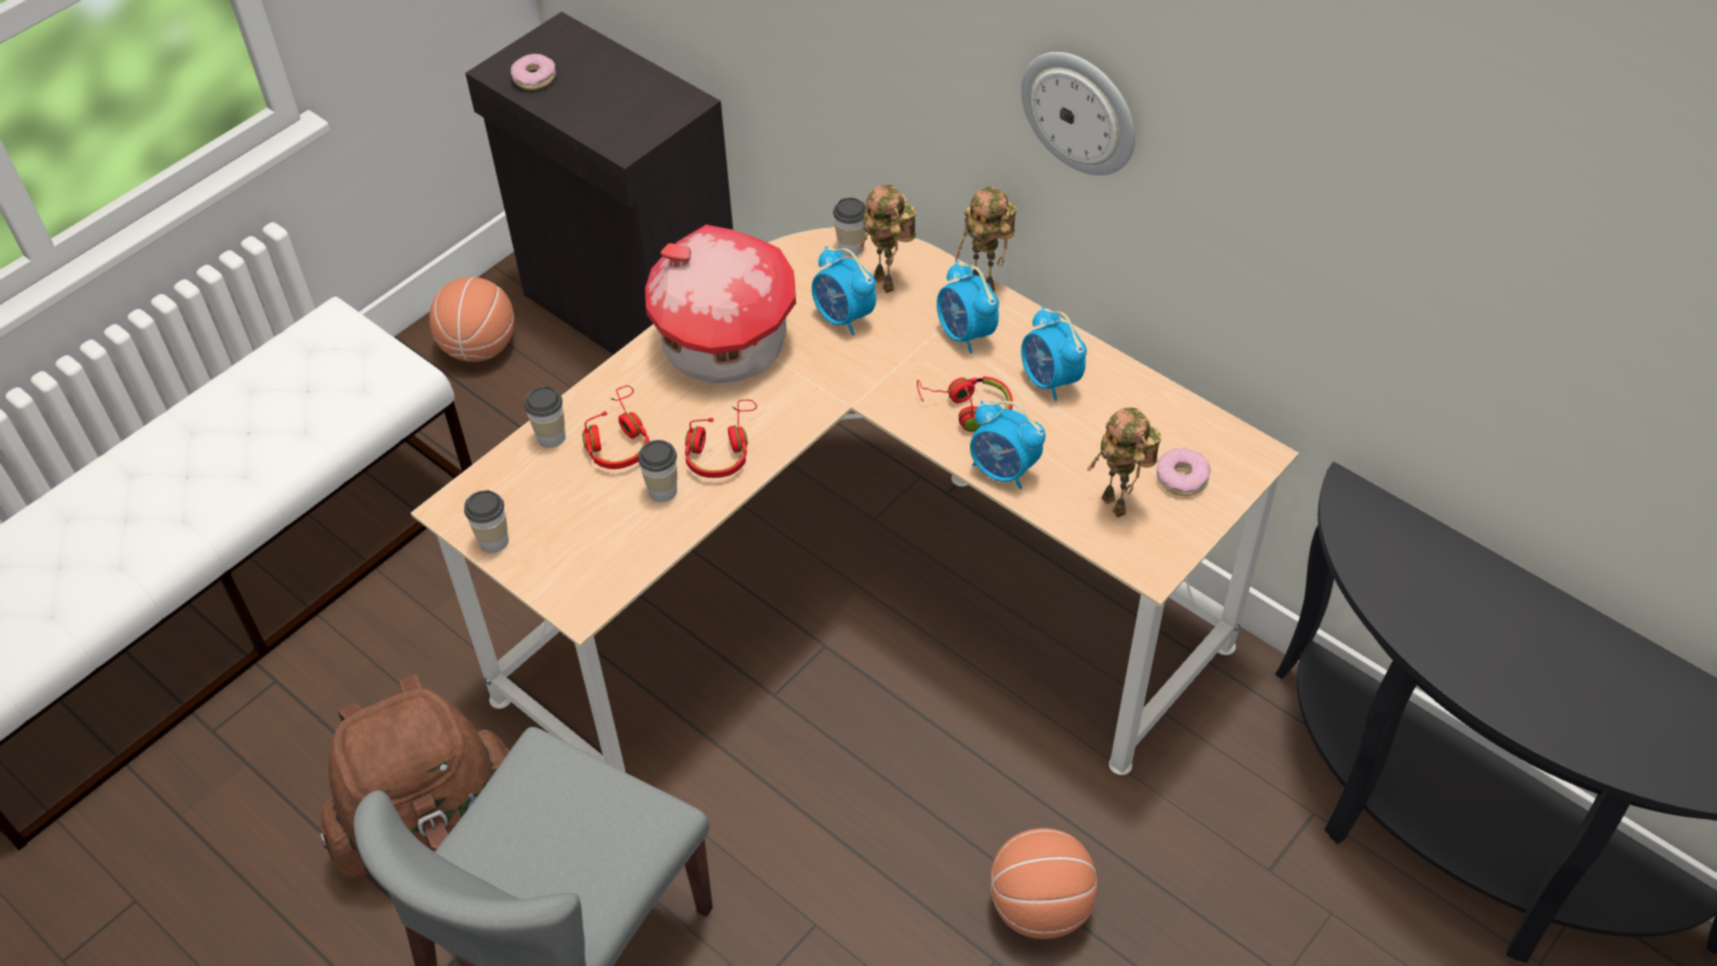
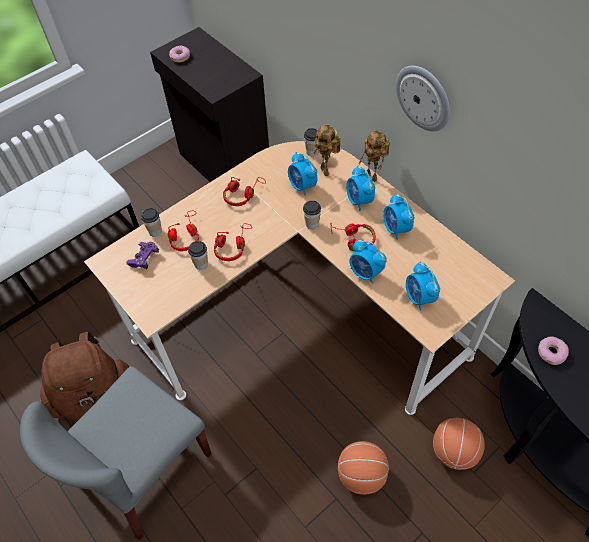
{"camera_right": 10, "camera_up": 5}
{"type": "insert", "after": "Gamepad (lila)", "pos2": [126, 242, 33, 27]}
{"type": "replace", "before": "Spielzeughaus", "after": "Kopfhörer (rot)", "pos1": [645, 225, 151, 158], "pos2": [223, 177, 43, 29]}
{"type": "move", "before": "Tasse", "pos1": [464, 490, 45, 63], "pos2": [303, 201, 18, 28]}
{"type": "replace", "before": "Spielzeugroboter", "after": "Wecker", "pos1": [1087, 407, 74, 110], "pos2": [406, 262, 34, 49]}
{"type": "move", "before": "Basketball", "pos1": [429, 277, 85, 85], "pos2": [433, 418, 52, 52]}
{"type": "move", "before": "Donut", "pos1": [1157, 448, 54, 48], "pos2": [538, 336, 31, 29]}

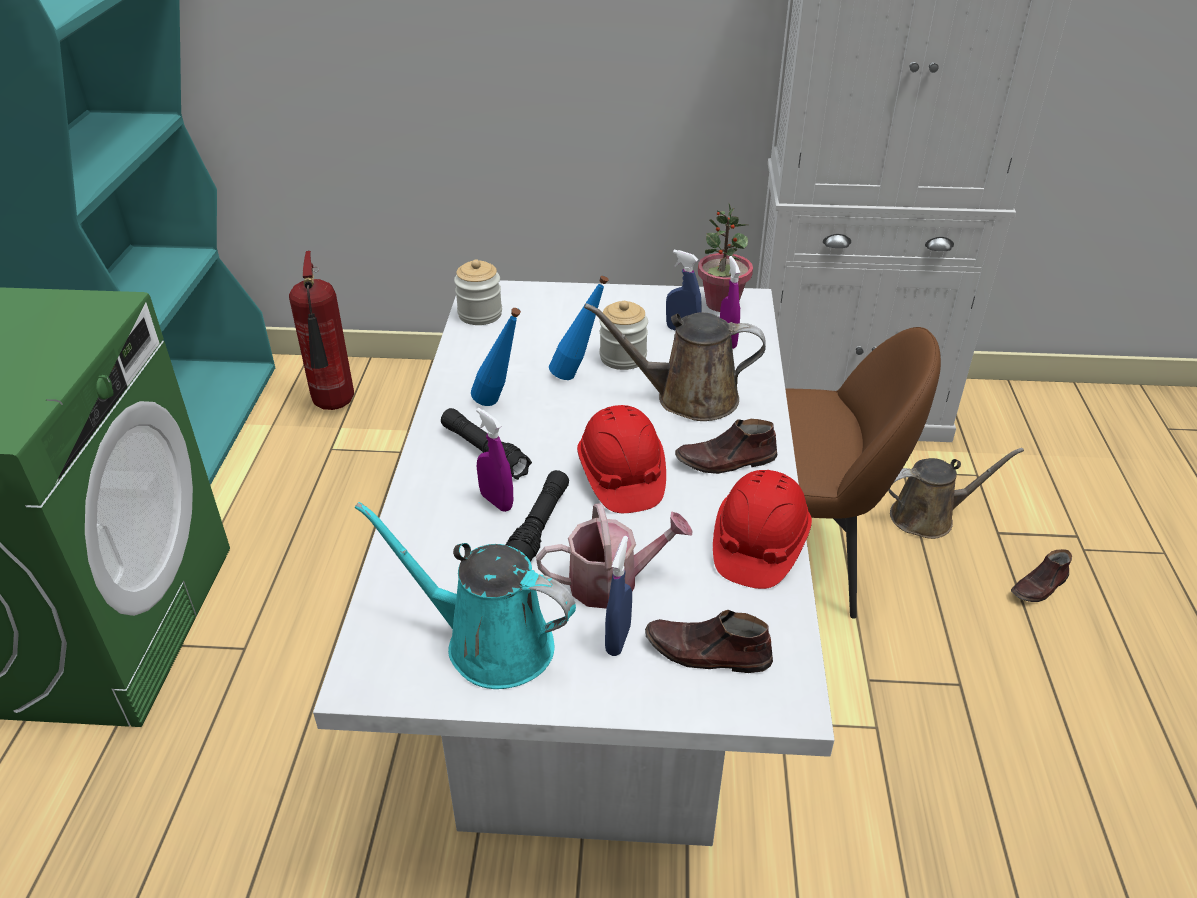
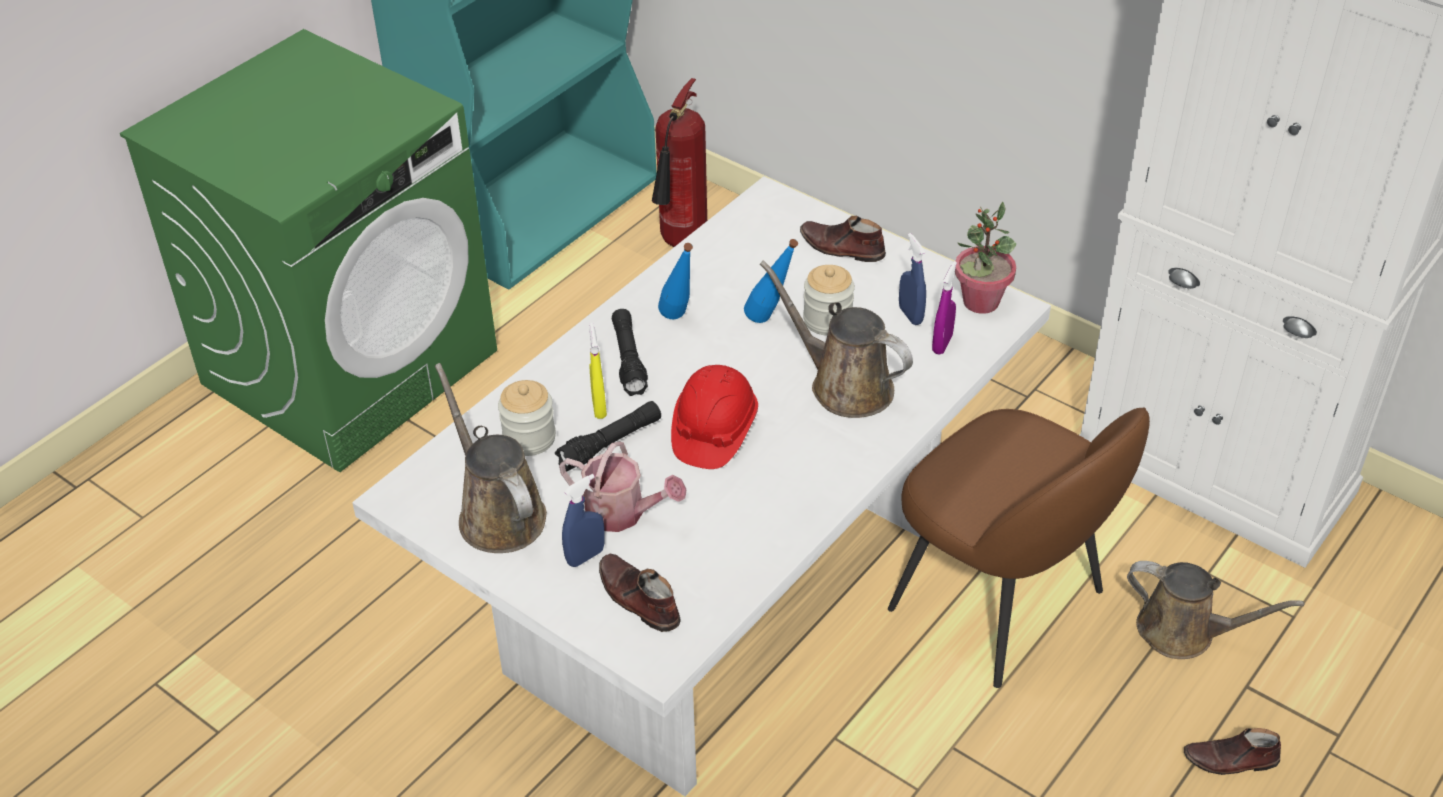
{"camera_right": 35, "camera_up": 5}
{"type": "recolor", "before": "Gießkanne (türkis)", "after": "Gießkanne (braun)", "pos1": [355, 502, 221, 187], "pos2": [435, 363, 112, 190]}
{"type": "move", "before": "Vorratsglas", "pos1": [454, 259, 48, 66], "pos2": [498, 380, 58, 76]}
{"type": "recolor", "before": "Sprühflasche (lila)", "after": "Sprühflasche (gelb)", "pos1": [476, 408, 37, 104], "pos2": [589, 323, 18, 96]}
{"type": "move", "before": "Schuh (braun)", "pos1": [675, 419, 102, 55], "pos2": [800, 216, 86, 46]}
{"type": "delete", "before": "Schutzhelm (rot)", "pos1": [713, 470, 99, 119]}

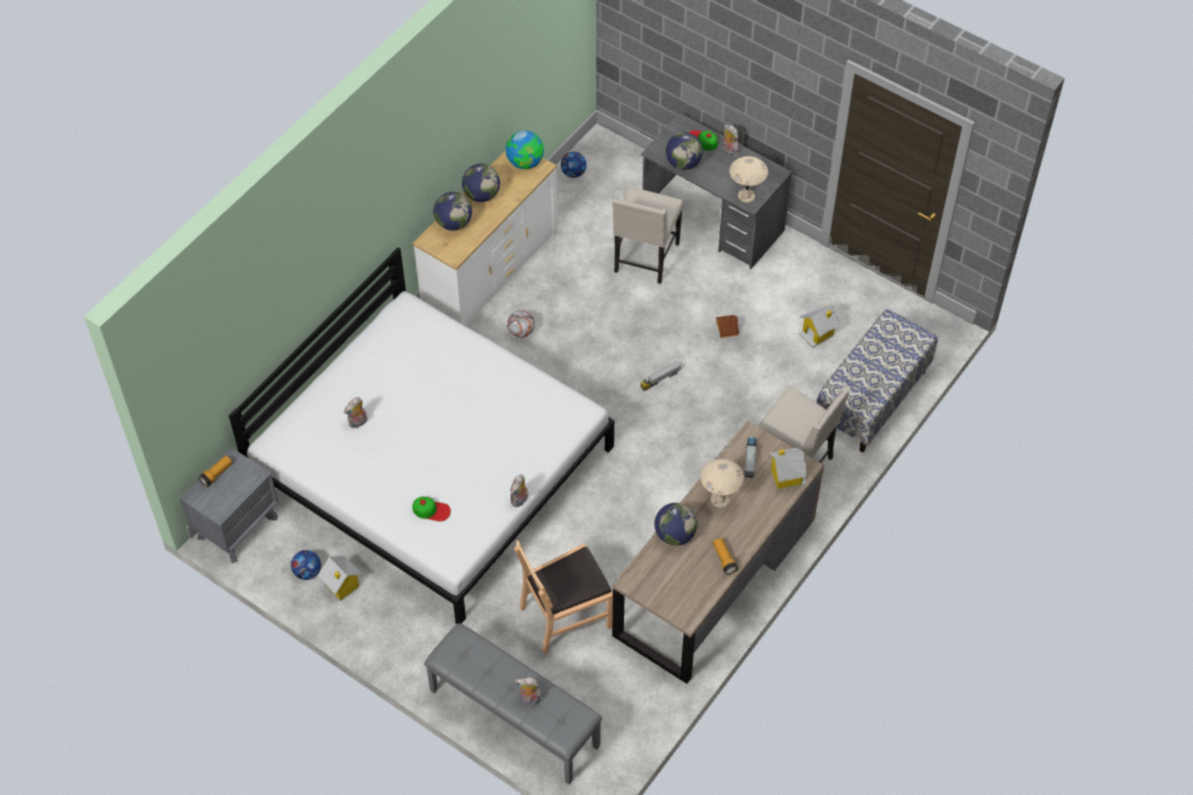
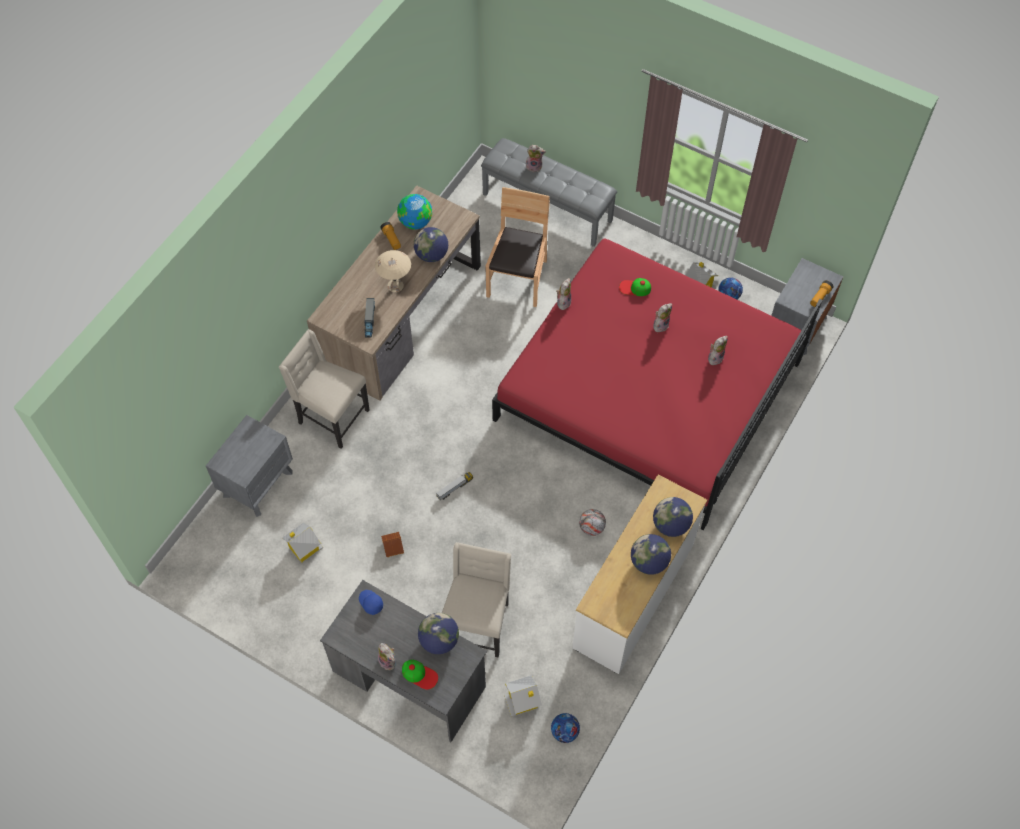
{"camera_right": 175, "camera_up": 5}
{"type": "replace", "before": "Bank", "after": "Nachttisch (grau)", "pos1": [817, 309, 121, 143], "pos2": [206, 415, 87, 102]}
{"type": "replace", "before": "Tischlampe (beige)", "after": "Kappe (blau)", "pos1": [729, 156, 39, 47], "pos2": [359, 590, 24, 25]}
{"type": "move", "before": "Globus", "pos1": [506, 131, 38, 38], "pos2": [397, 194, 35, 35]}
{"type": "rotate", "before": "Stuhl (braun)", "pos1": [514, 540, 99, 114], "pos2": [485, 187, 65, 120], "turn": -45}
{"type": "recolor", "before": "Bett (weiß)", "after": "Bett (rot)", "pos1": [229, 247, 385, 377], "pos2": [492, 238, 331, 292]}
{"type": "move", "before": "Spielzeughaus", "pos1": [769, 448, 38, 42], "pos2": [504, 675, 38, 42]}
{"type": "insert", "after": "Plüschtier", "pos2": [653, 303, 19, 29]}

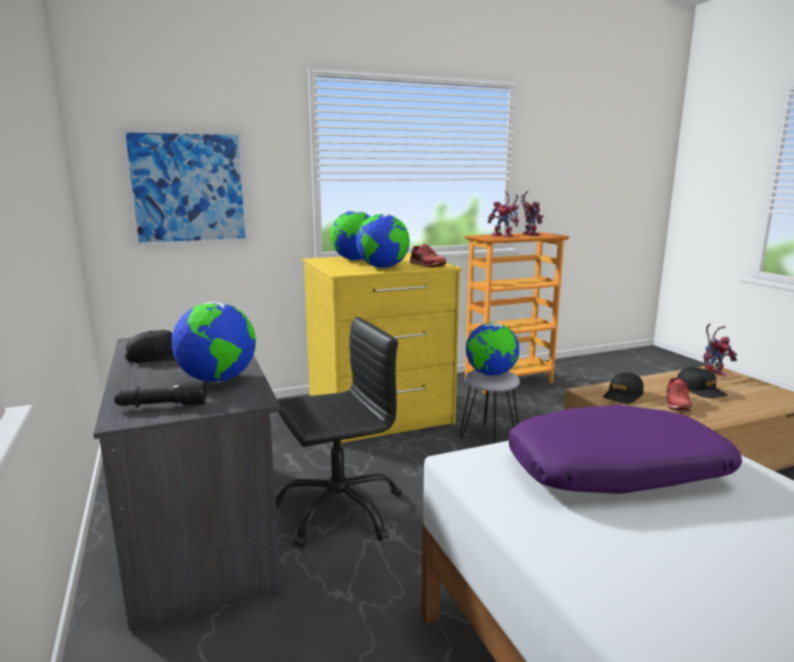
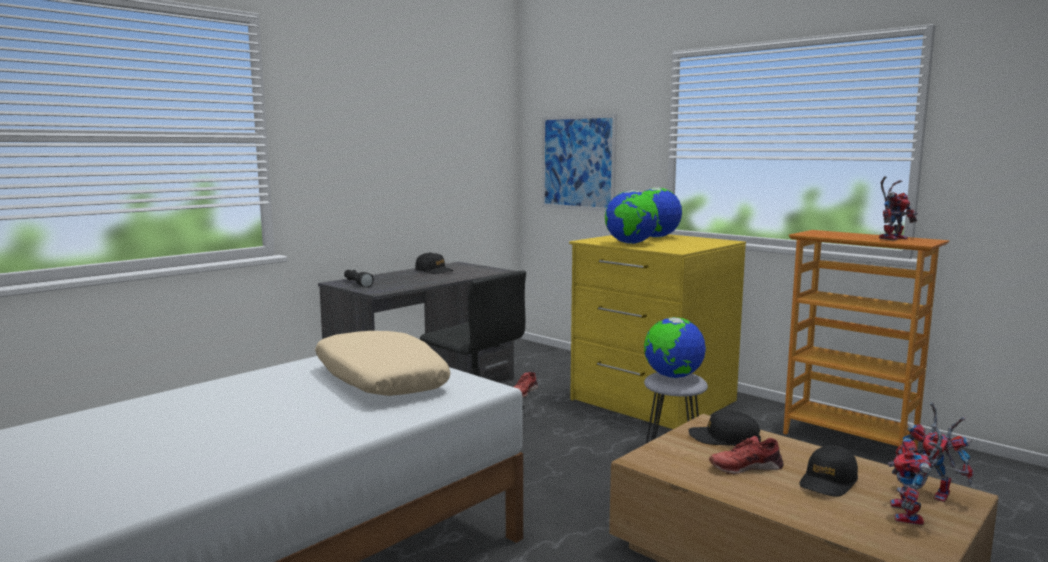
{"camera_right": 65, "camera_up": -5}
{"type": "recolor", "before": "Kissen (lila)", "after": "Kissen (beige)", "pos1": [508, 405, 234, 89], "pos2": [315, 331, 135, 65]}
{"type": "move", "before": "Schuh (rot)", "pos1": [410, 244, 36, 24], "pos2": [514, 372, 24, 26]}
{"type": "move", "before": "Spielzeugroboter", "pos1": [488, 191, 31, 47], "pos2": [888, 425, 55, 100]}
{"type": "delete", "before": "Globus", "pos1": [172, 302, 84, 81]}

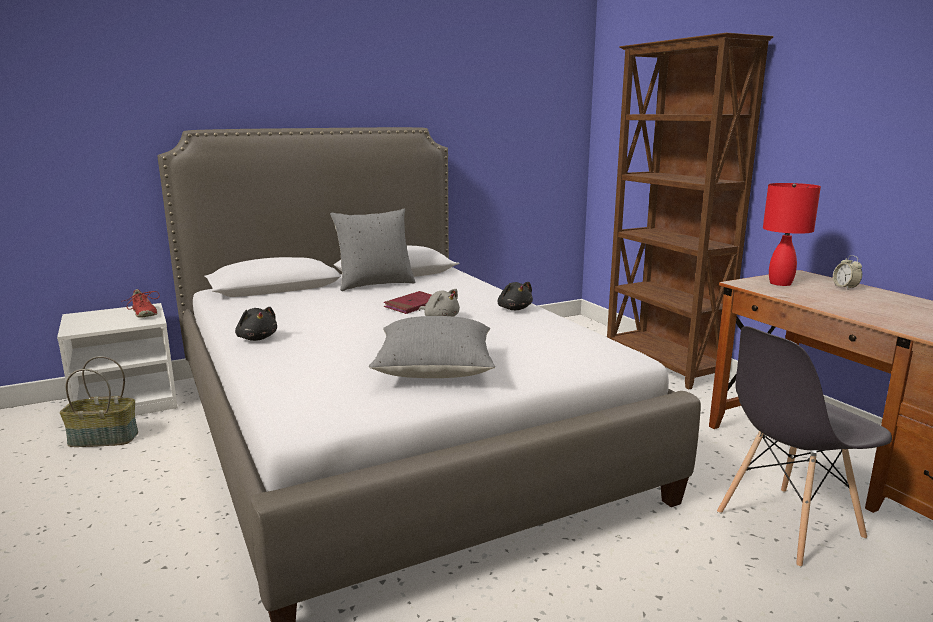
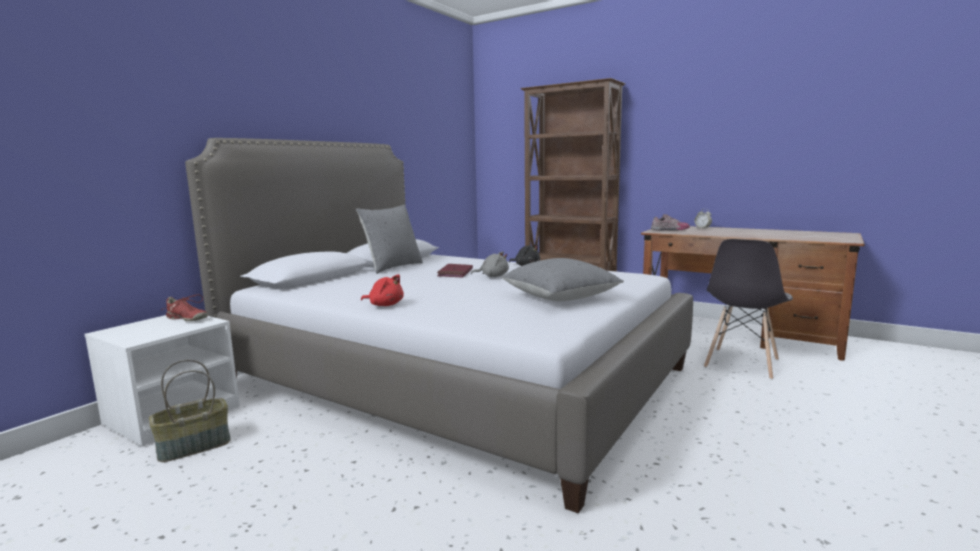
{"camera_right": -30, "camera_up": -5}
{"type": "recolor", "before": "Plüschtier (schwarz)", "after": "Plüschtier (rot)", "pos1": [235, 307, 42, 34], "pos2": [361, 274, 43, 32]}
{"type": "replace", "before": "Tischlampe (rot)", "after": "Schuh", "pos1": [763, 183, 58, 103], "pos2": [651, 214, 39, 17]}

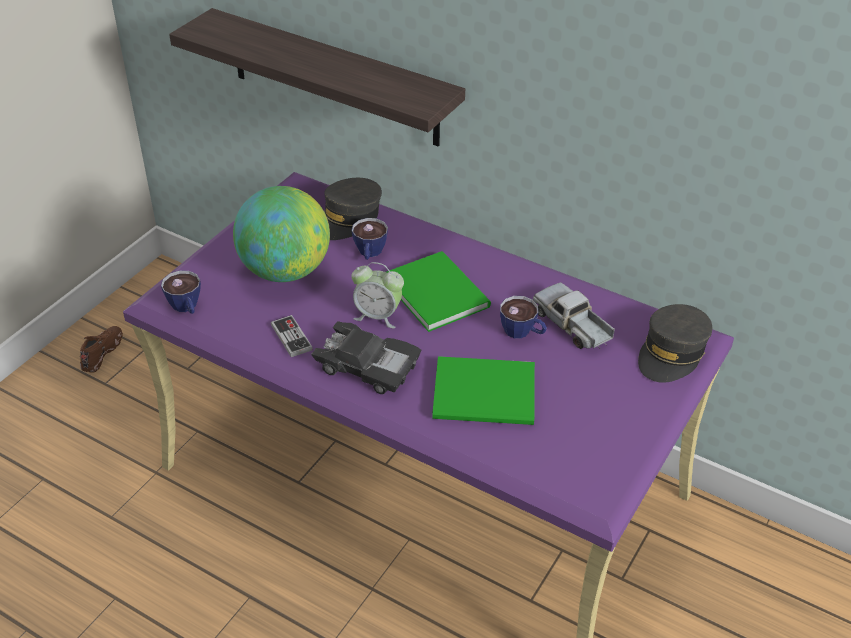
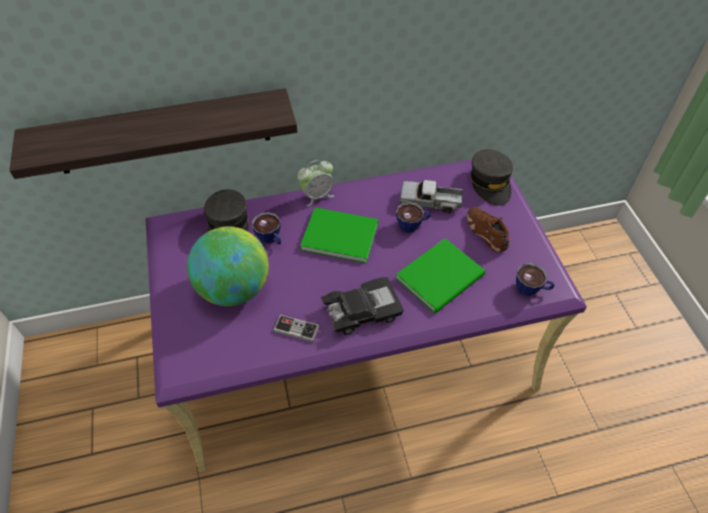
{"camera_right": -45, "camera_up": 10}
{"type": "move", "before": "Wecker", "pos1": [352, 262, 52, 66], "pos2": [297, 160, 37, 47]}
{"type": "move", "before": "Schuh (braun)", "pos1": [80, 326, 43, 47], "pos2": [467, 207, 42, 46]}
{"type": "move", "before": "Tasse", "pos1": [161, 271, 40, 43], "pos2": [516, 263, 39, 33]}

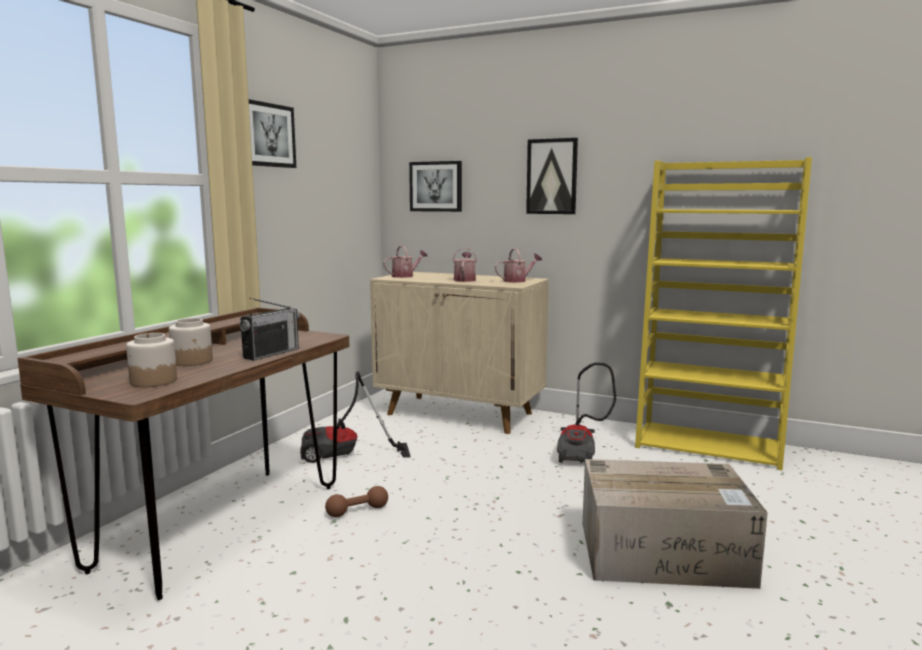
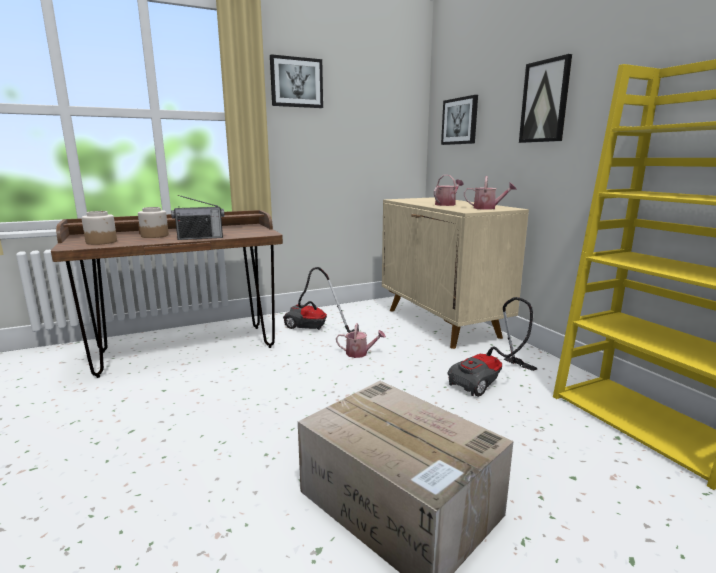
{"camera_right": 40, "camera_up": 5}
{"type": "move", "before": "Gießkanne", "pos1": [383, 245, 45, 33], "pos2": [336, 323, 50, 35]}
{"type": "delete", "before": "Hantel (braun)", "pos1": [325, 486, 63, 31]}

